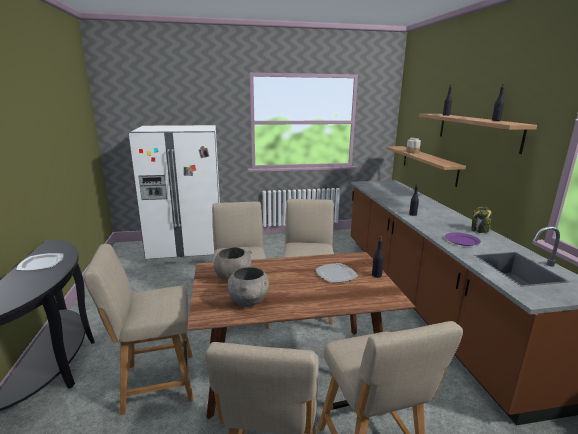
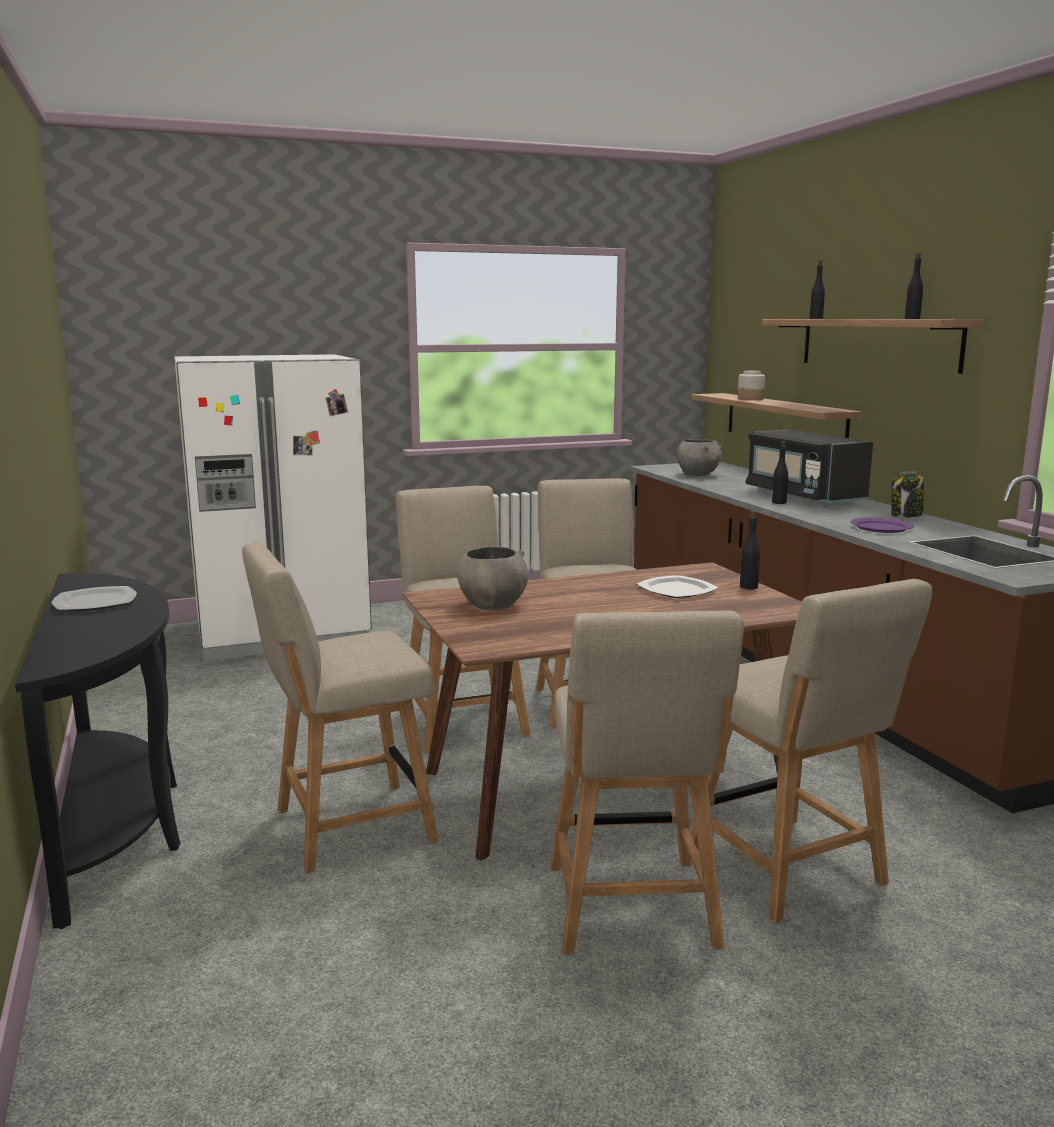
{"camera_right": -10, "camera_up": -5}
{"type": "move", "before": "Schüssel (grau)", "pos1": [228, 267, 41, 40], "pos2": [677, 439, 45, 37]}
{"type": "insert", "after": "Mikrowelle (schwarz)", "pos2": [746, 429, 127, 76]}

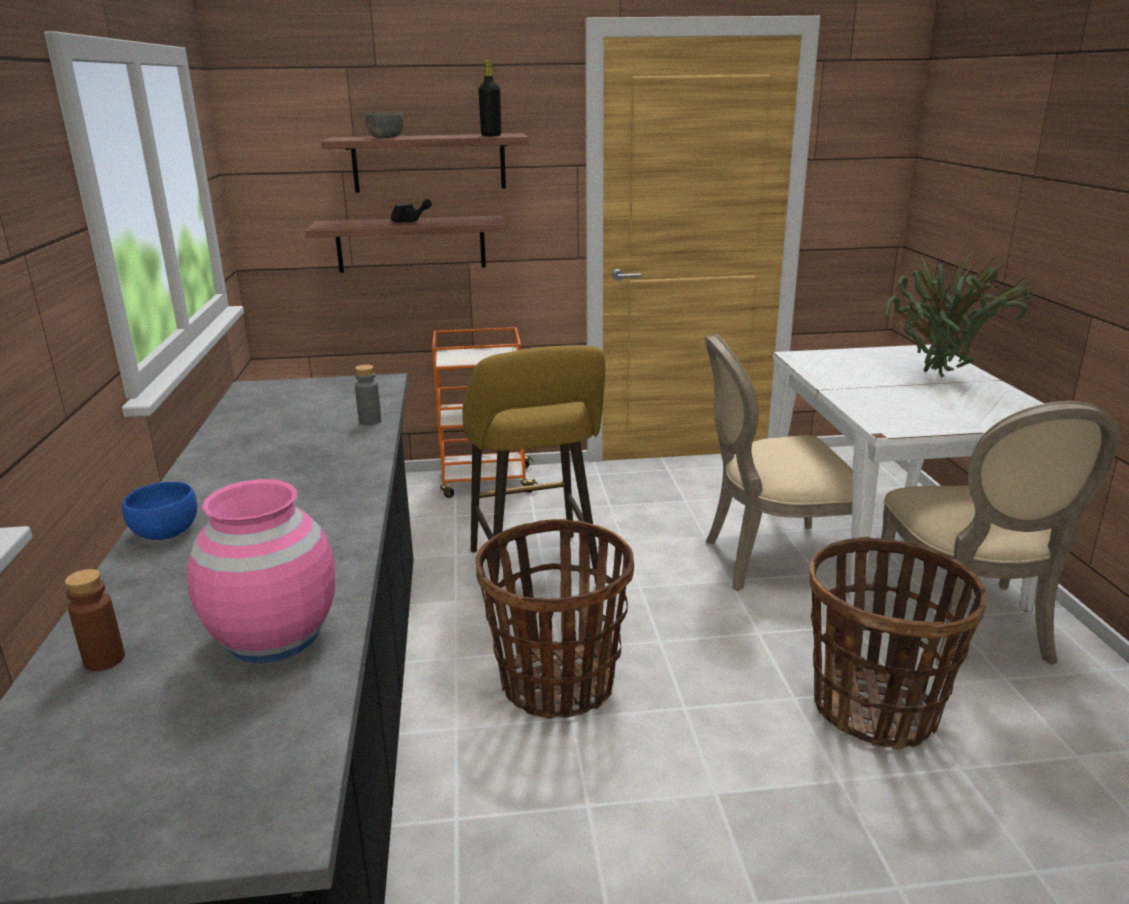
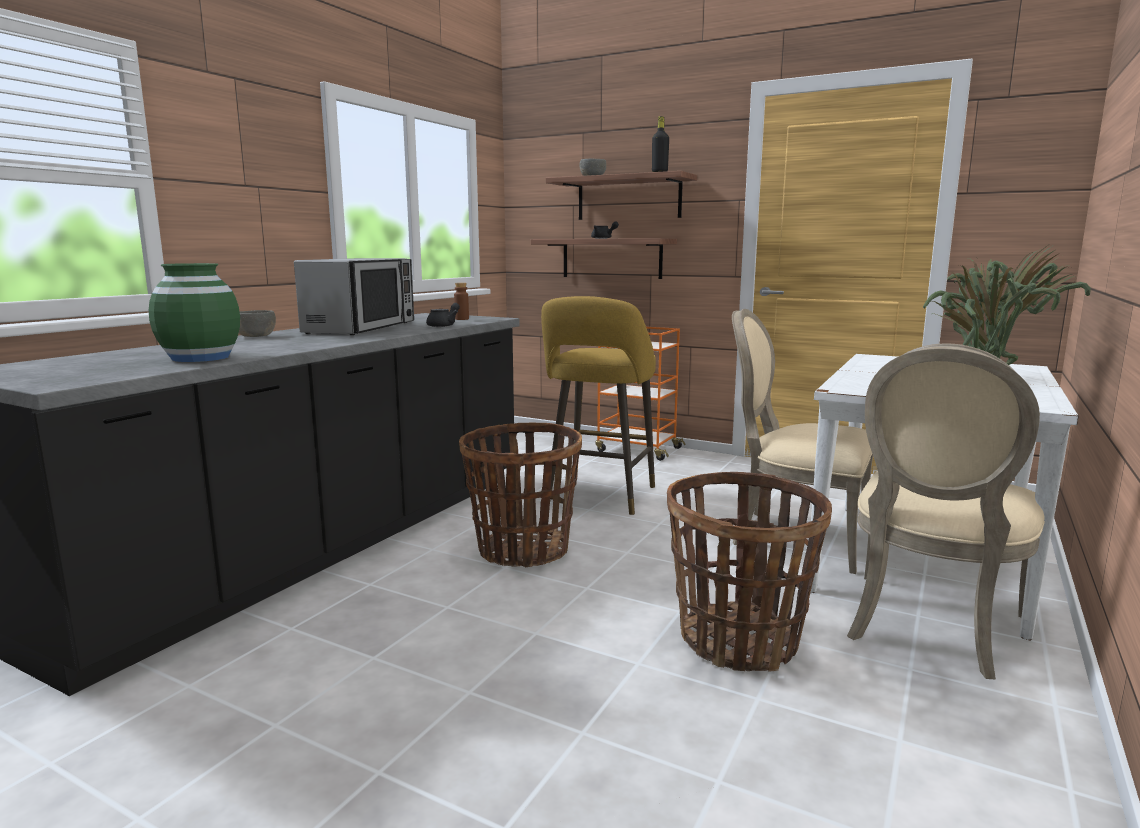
{"camera_right": 35, "camera_up": -10}
{"type": "recolor", "before": "Vase (rosa)", "after": "Vase (grün)", "pos1": [187, 479, 148, 184], "pos2": [149, 263, 91, 99]}
{"type": "recolor", "before": "Schüssel (blau)", "after": "Schüssel (grau)", "pos1": [122, 482, 75, 58], "pos2": [239, 310, 37, 27]}
{"type": "insert", "after": "Mikrowelle", "pos2": [294, 258, 120, 77]}
{"type": "replace", "before": "Flasche (grau)", "after": "Teekanne (schwarz)", "pos1": [355, 365, 26, 60], "pos2": [426, 303, 34, 24]}
{"type": "move", "before": "Flasche (braun)", "pos1": [65, 569, 60, 102], "pos2": [454, 283, 15, 37]}

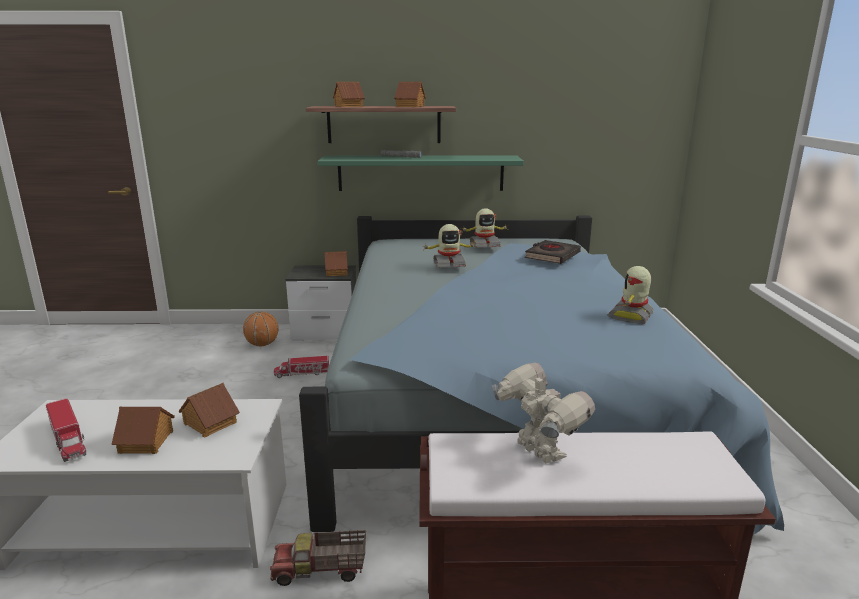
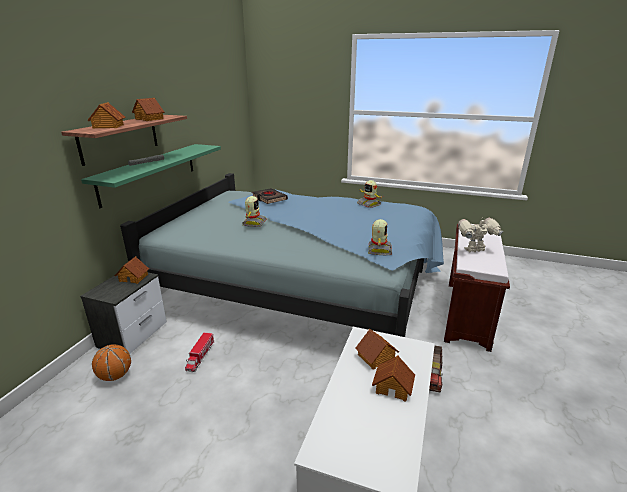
{"camera_right": -70, "camera_up": 5}
{"type": "move", "before": "Spielzeugroboter", "pos1": [463, 209, 45, 39], "pos2": [368, 219, 24, 37]}
{"type": "delete", "before": "Spielzeuglaster", "pos1": [46, 398, 40, 64]}

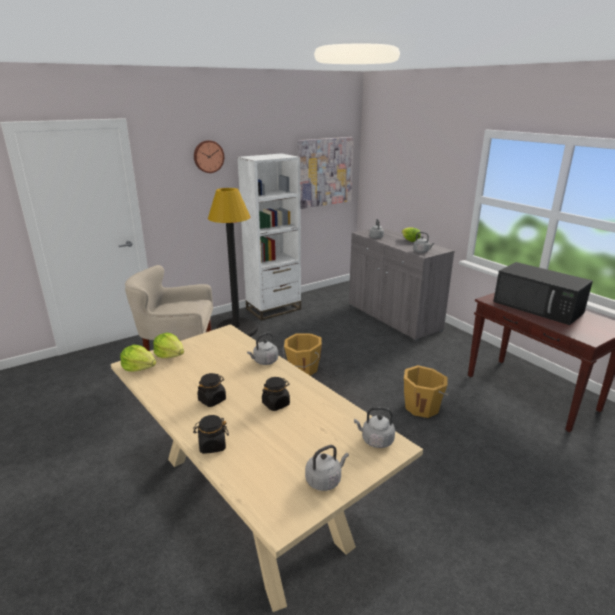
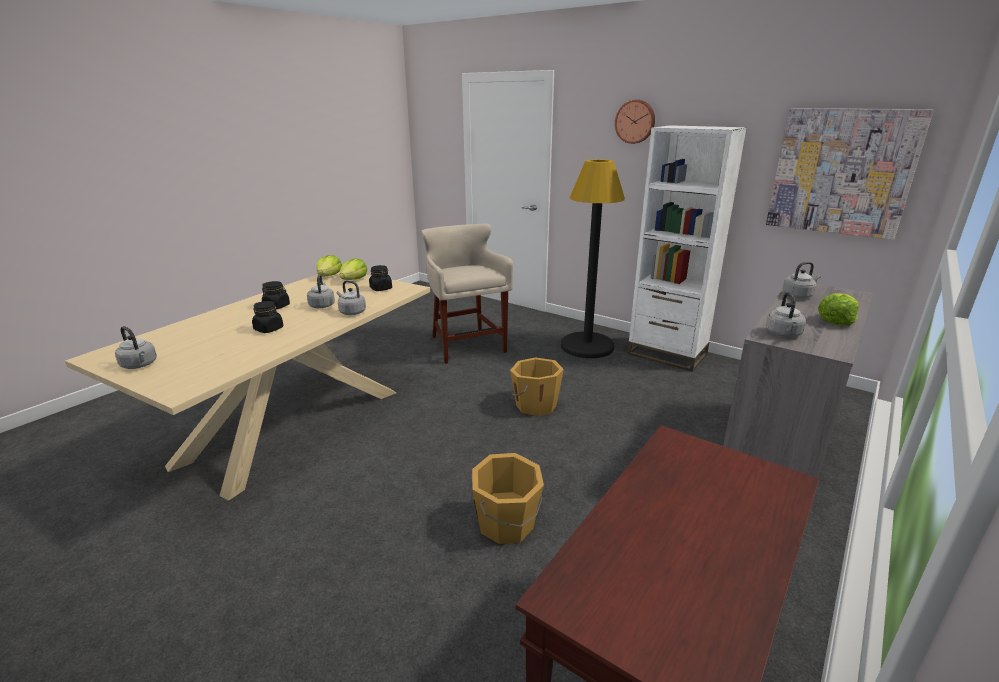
{"camera_right": 70, "camera_up": 0}
{"type": "move", "before": "Wasserkessel (grau)", "pos1": [354, 407, 41, 41], "pos2": [307, 274, 28, 34]}
{"type": "move", "before": "Vorratsglas (schwarz)", "pos1": [193, 415, 36, 39], "pos2": [369, 265, 23, 26]}
{"type": "delete", "before": "Mikrowelle (schwarz)", "pos1": [493, 262, 100, 63]}

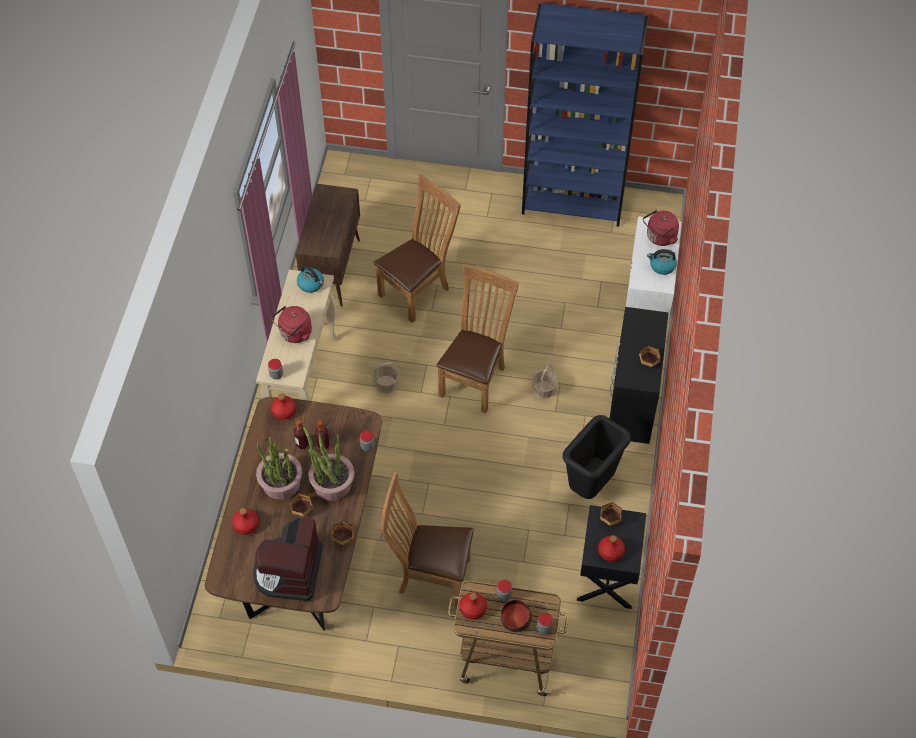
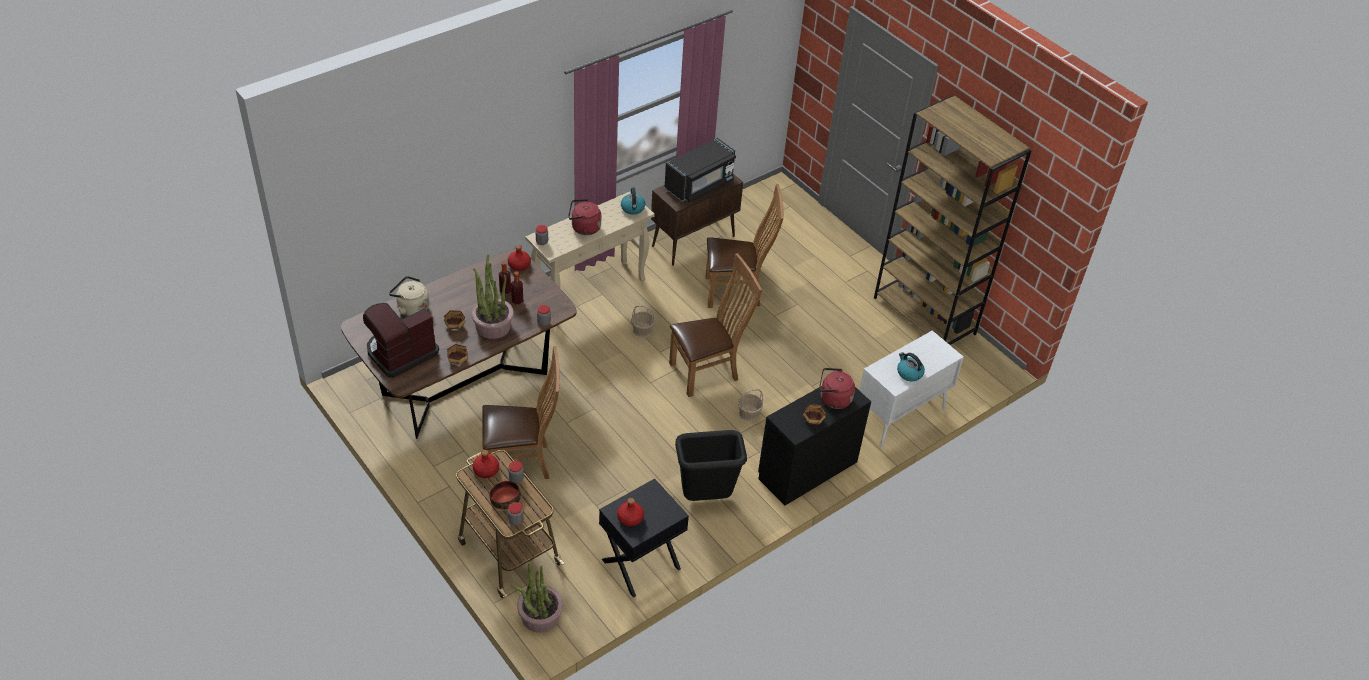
{"camera_right": 40, "camera_up": -10}
{"type": "replace", "before": "Flasche (rot)", "after": "Wasserkessel (beige)", "pos1": [232, 508, 27, 26], "pos2": [389, 276, 40, 40]}
{"type": "rotate", "before": "Stuhl (braun)", "pos1": [380, 472, 94, 135], "pos2": [482, 346, 78, 136], "turn": 120}
{"type": "move", "before": "Topfpflanze", "pos1": [256, 437, 46, 63], "pos2": [513, 563, 50, 70]}
{"type": "insert", "after": "Mikrowelle (schwarz)", "pos2": [664, 138, 72, 64]}
{"type": "move", "before": "Wasserkessel (rot)", "pos1": [643, 210, 36, 36], "pos2": [819, 368, 36, 41]}
{"type": "recolor", "before": "Bücherregal (blau)", "after": "Bücherregal (braun)", "pos1": [522, 3, 126, 224], "pos2": [874, 95, 158, 250]}
{"type": "delete", "before": "Schüssel", "pos1": [600, 502, 22, 24]}

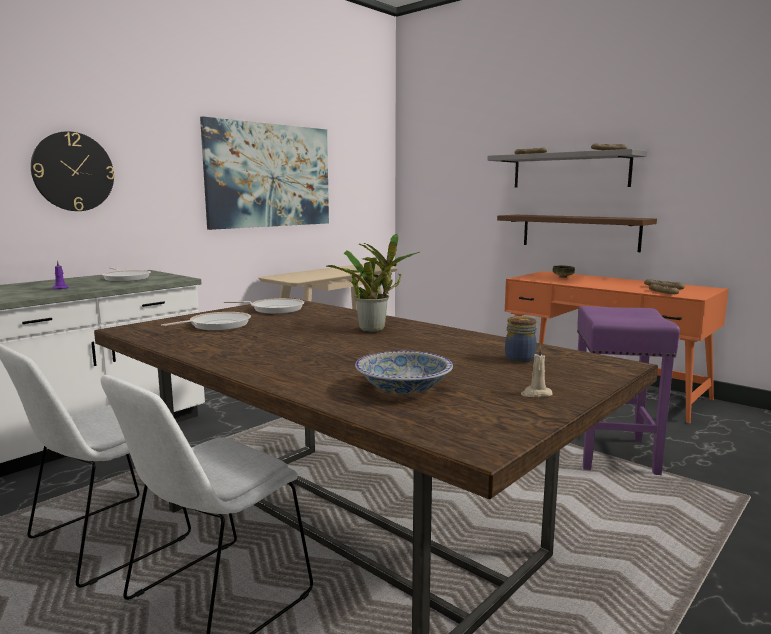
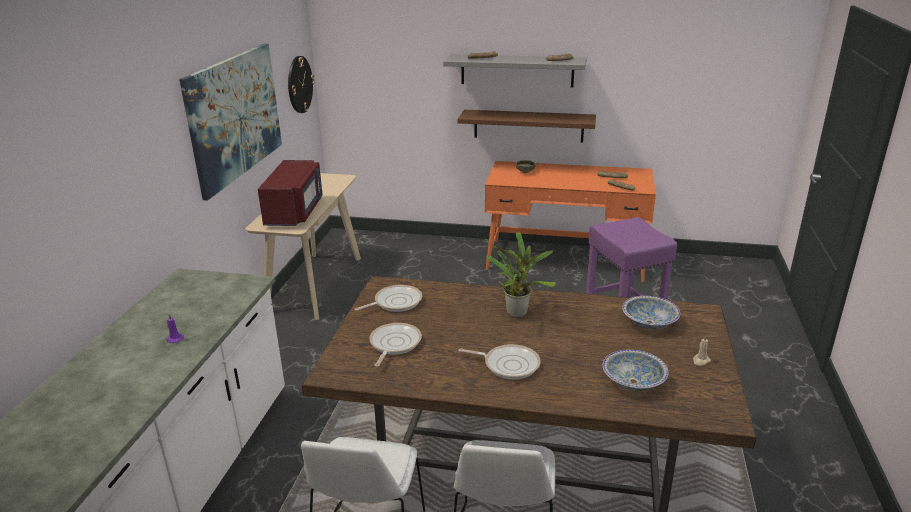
{"camera_right": -30, "camera_up": 15}
{"type": "insert", "after": "Mikrowelle (rot)", "pos2": [258, 160, 65, 66]}
{"type": "move", "before": "Wanduhr", "pos1": [31, 131, 84, 80], "pos2": [288, 56, 27, 57]}
{"type": "move", "before": "Pfanne", "pos1": [102, 267, 49, 15], "pos2": [458, 344, 83, 36]}
{"type": "replace", "before": "Vorratsglas", "after": "Schüssel", "pos1": [505, 316, 32, 46], "pos2": [622, 296, 58, 33]}

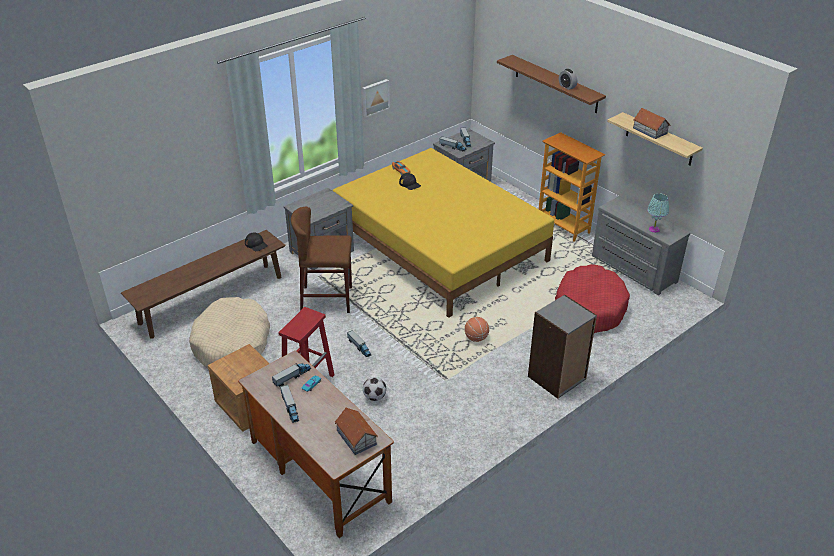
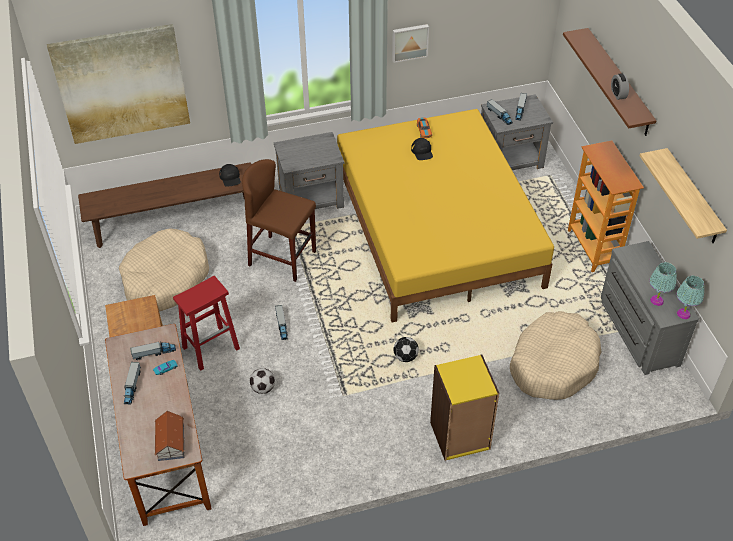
{"camera_right": 25, "camera_up": 10}
{"type": "insert", "after": "Bild", "pos2": [47, 24, 143, 120]}
{"type": "replace", "before": "Basketball", "after": "Fußball", "pos1": [465, 317, 24, 25], "pos2": [393, 337, 26, 25]}
{"type": "recolor", "before": "Bücherregal (grau)", "after": "Bücherregal (gelb)", "pos1": [528, 295, 69, 104], "pos2": [430, 354, 69, 107]}
{"type": "recolor", "before": "Hundebett (rot)", "after": "Hundebett (beige)", "pos1": [555, 264, 75, 69], "pos2": [510, 311, 91, 89]}
{"type": "insert", "after": "Tischlampe (türkis)", "pos2": [677, 276, 27, 43]}
{"type": "delete", "before": "Spielzeughaus", "pos1": [633, 108, 37, 31]}

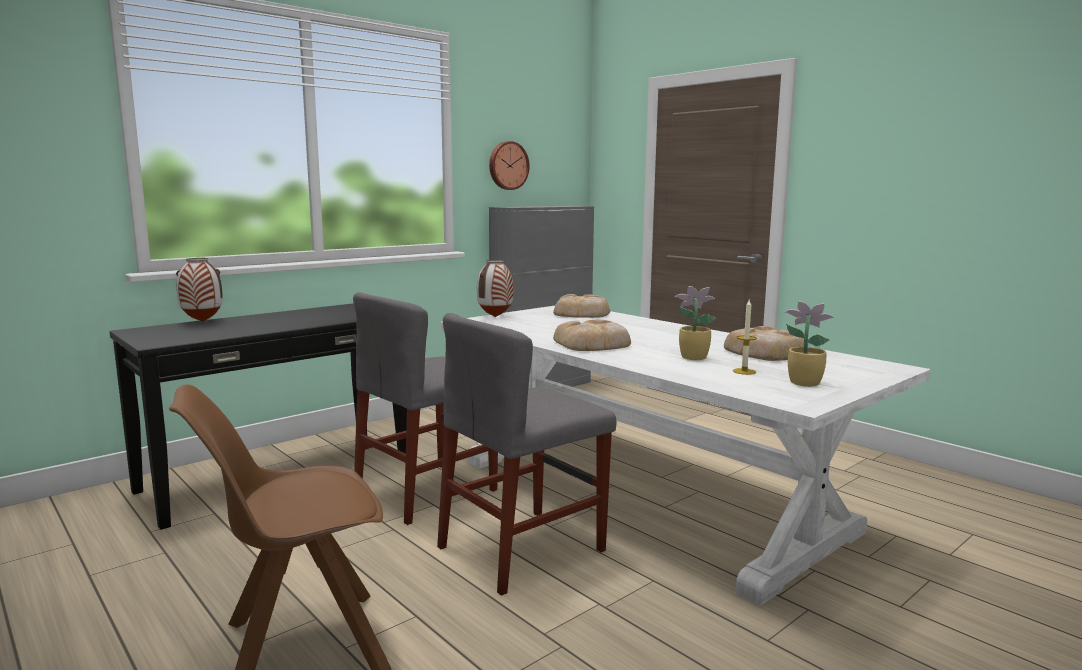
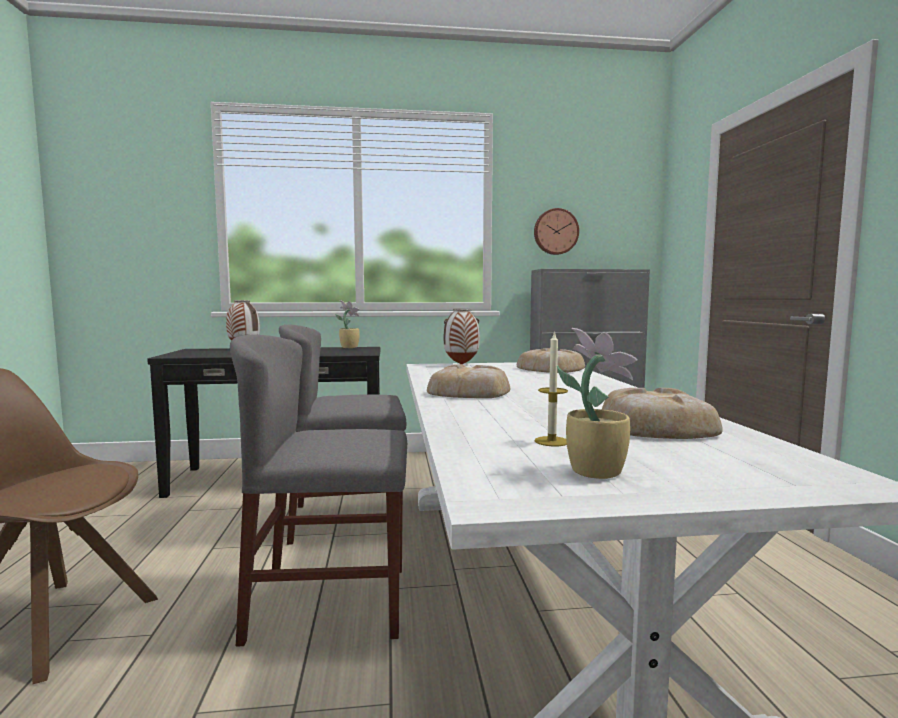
{"camera_right": 35, "camera_up": -5}
{"type": "move", "before": "Topfpflanze", "pos1": [675, 286, 41, 74], "pos2": [335, 300, 25, 48]}

